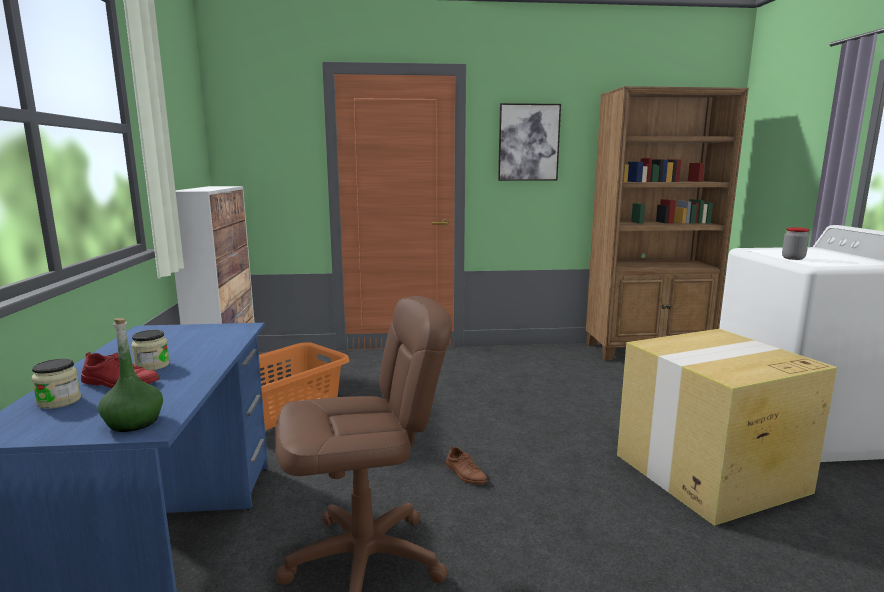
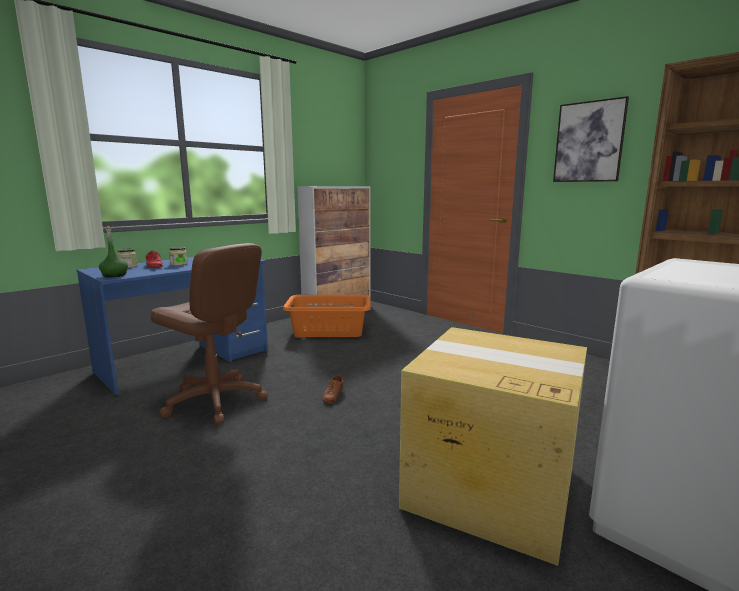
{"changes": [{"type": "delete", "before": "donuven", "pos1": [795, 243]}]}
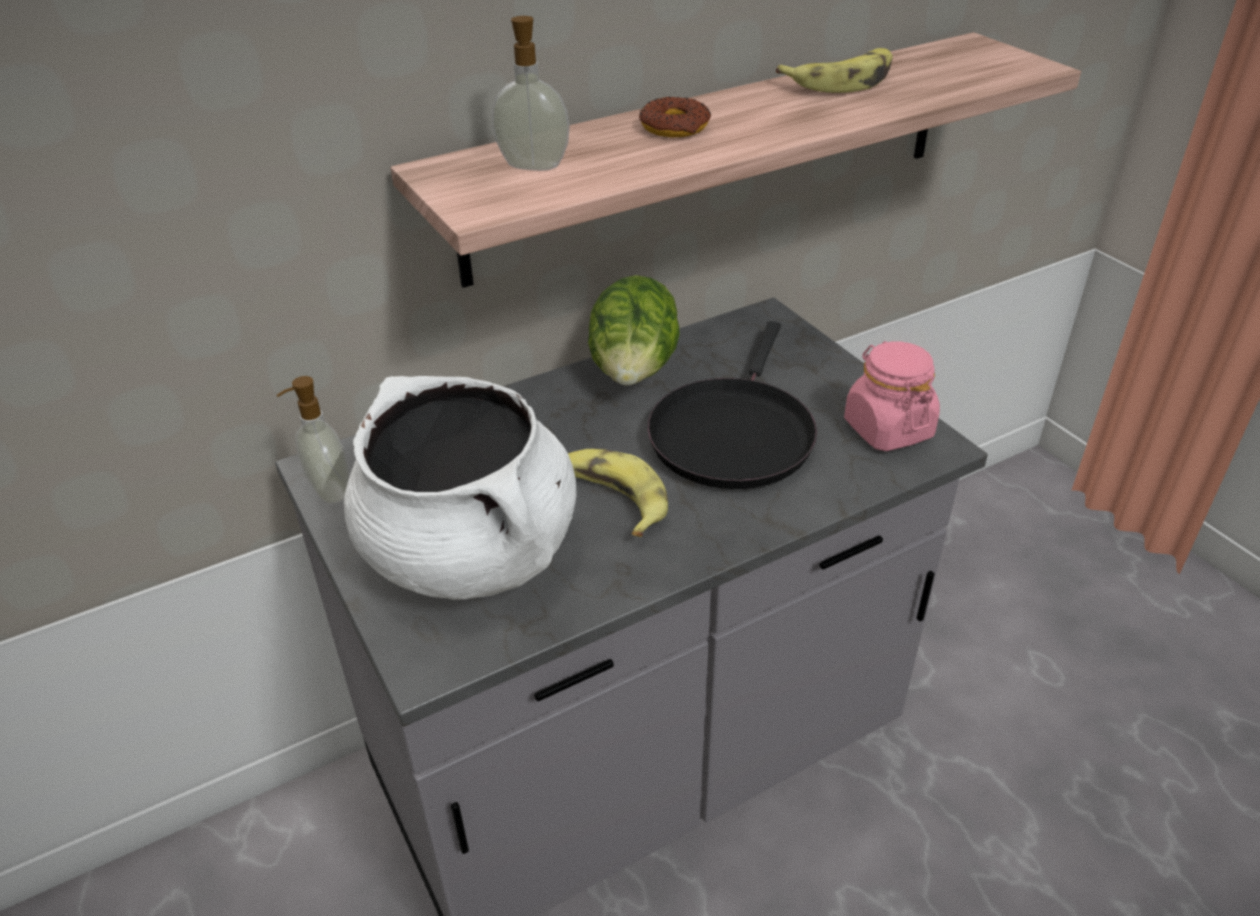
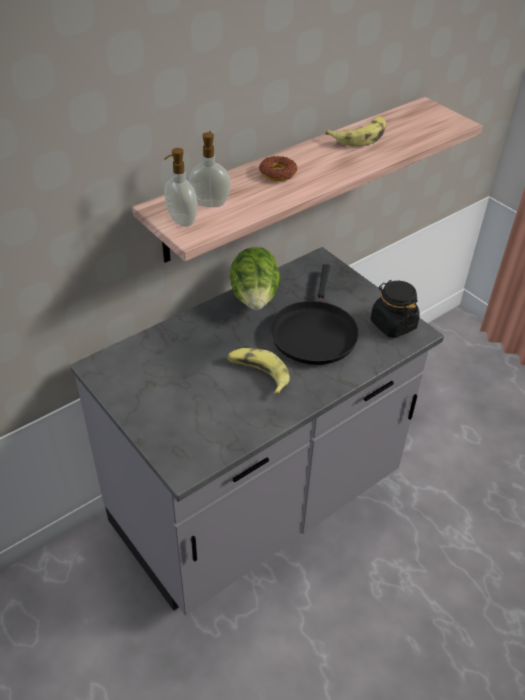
{"changes": [{"type": "move", "before": "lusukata", "pos1": [313, 440], "pos2": [180, 187]}, {"type": "delete", "before": "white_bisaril", "pos1": [460, 488]}, {"type": "recolor", "before": "pink_donuven", "after": "black_donuven", "pos1": [892, 396], "pos2": [395, 309]}]}
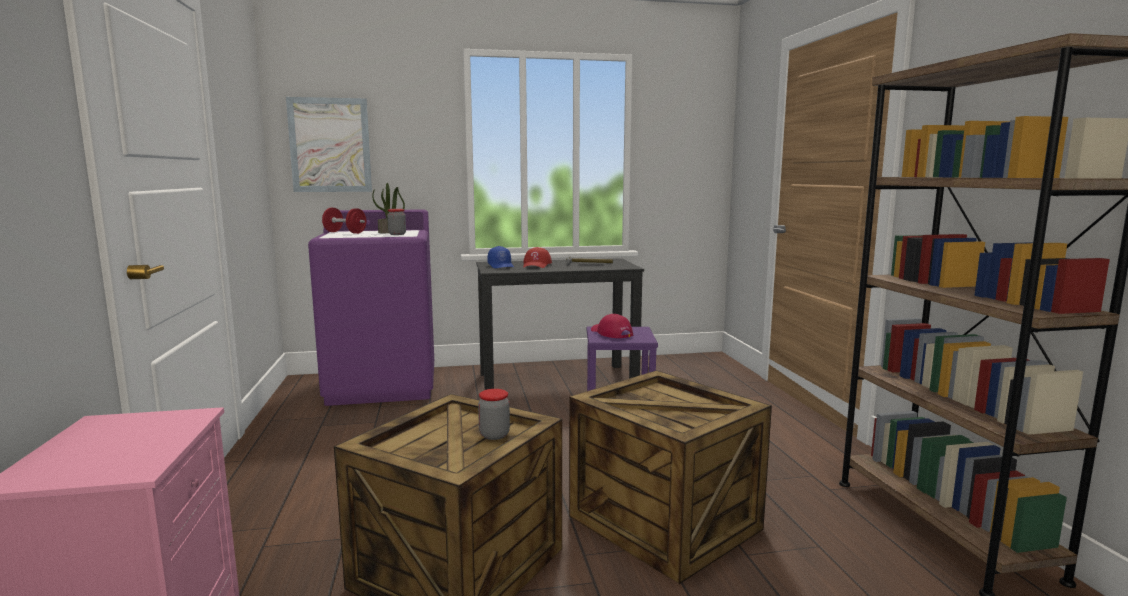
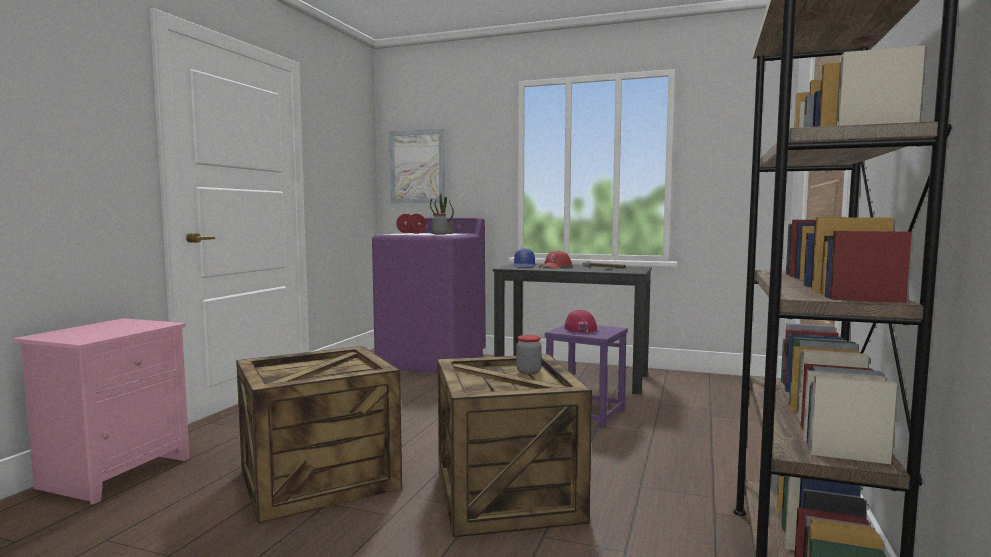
{"changes": [{"type": "move", "before": "donuven", "pos1": [494, 414], "pos2": [528, 355]}]}
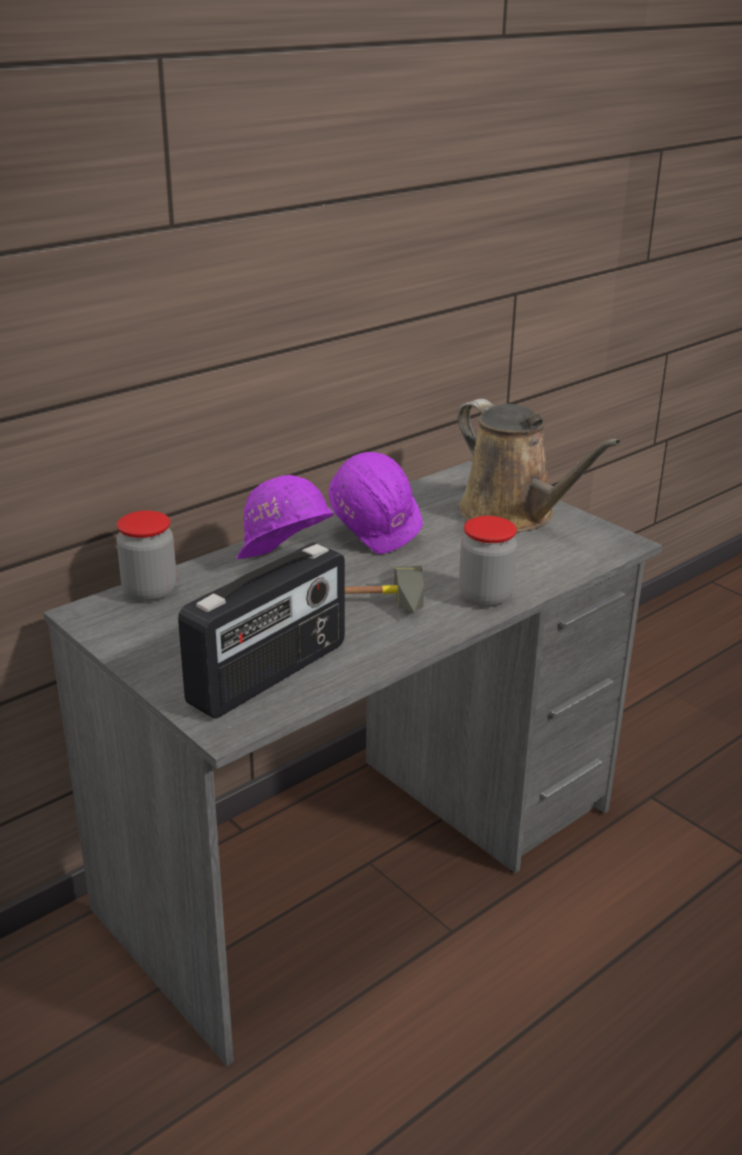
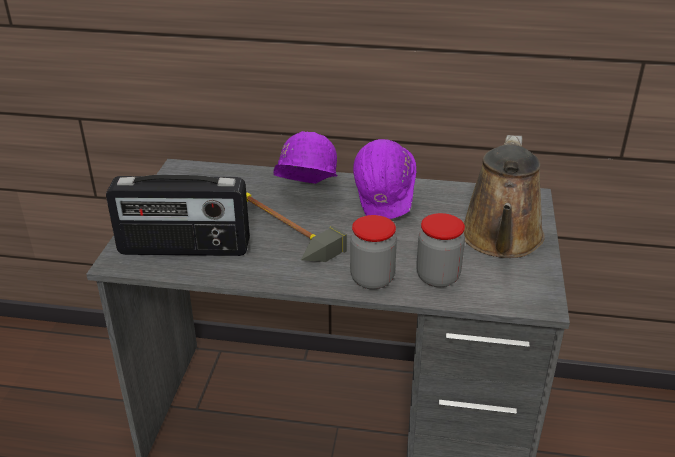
{"changes": [{"type": "move", "before": "donuven", "pos1": [146, 556], "pos2": [440, 250]}]}
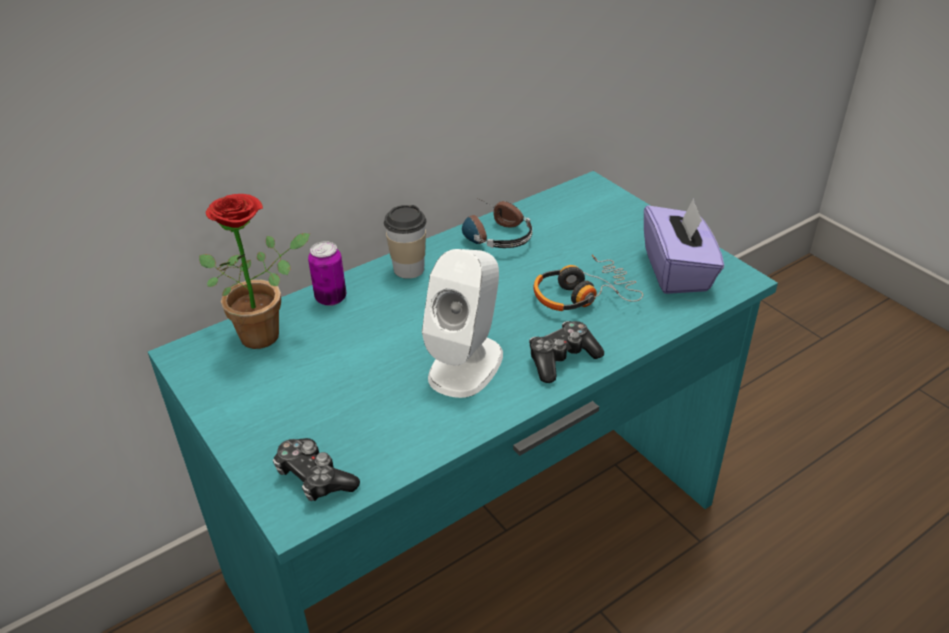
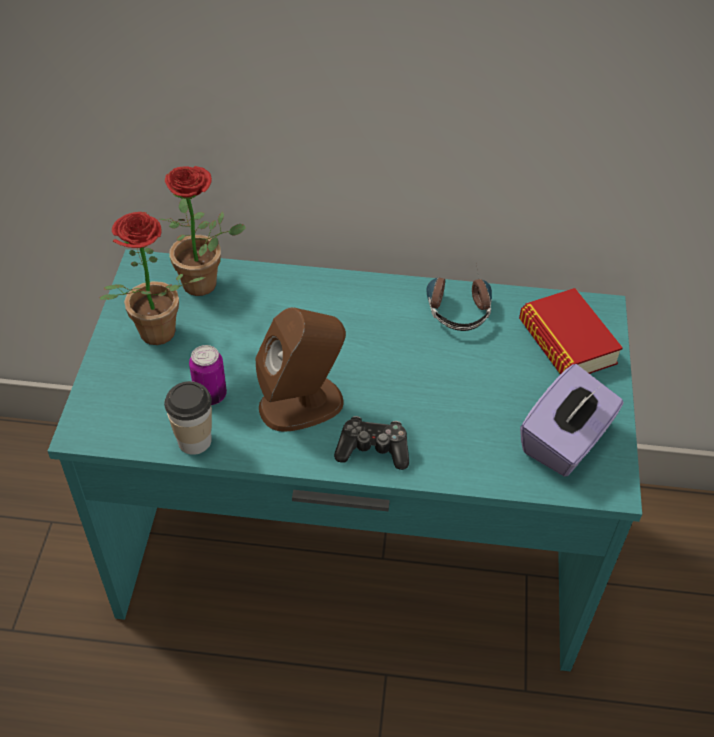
{"changes": [{"type": "delete", "before": "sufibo", "pos1": [316, 469]}, {"type": "move", "before": "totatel", "pos1": [327, 273], "pos2": [208, 375]}, {"type": "move", "before": "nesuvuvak", "pos1": [405, 242], "pos2": [188, 418]}, {"type": "recolor", "before": "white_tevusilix", "after": "brown_tevusilix", "pos1": [462, 323], "pos2": [300, 369]}, {"type": "delete", "before": "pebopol", "pos1": [588, 283]}, {"type": "insert", "after": "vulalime", "pos2": [152, 278]}, {"type": "insert", "after": "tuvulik", "pos2": [571, 331]}]}
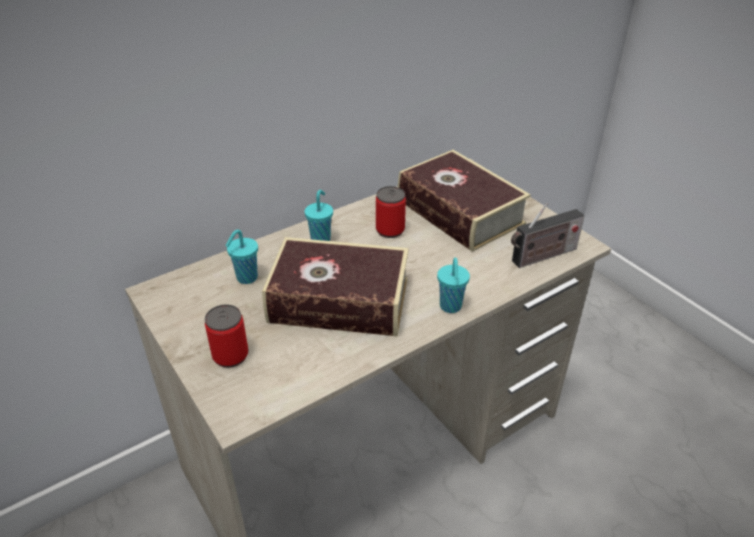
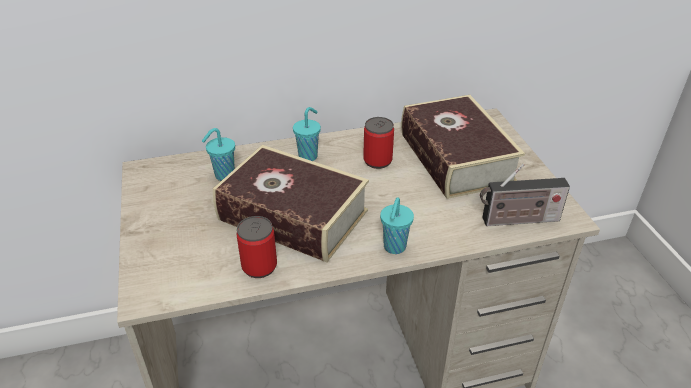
{"changes": [{"type": "move", "before": "totatel", "pos1": [226, 336], "pos2": [256, 247]}]}
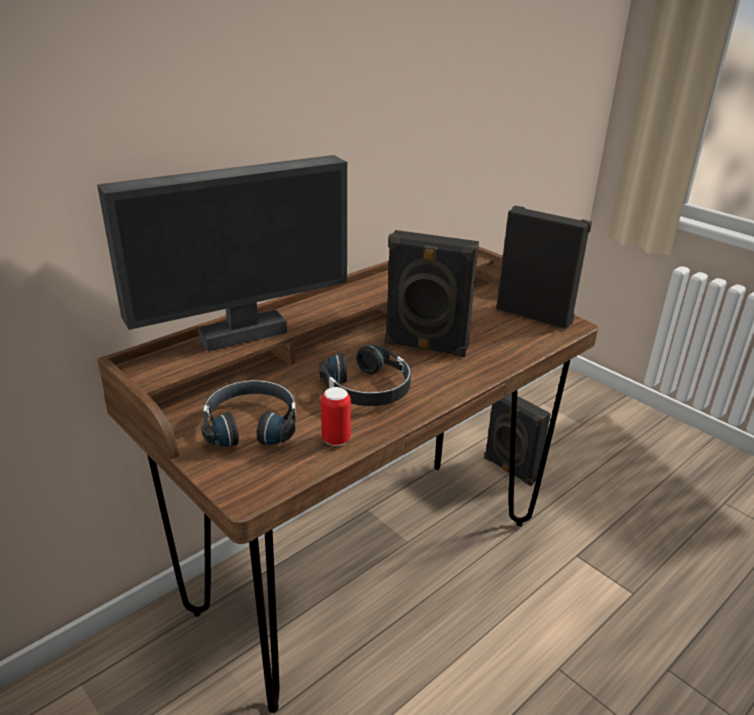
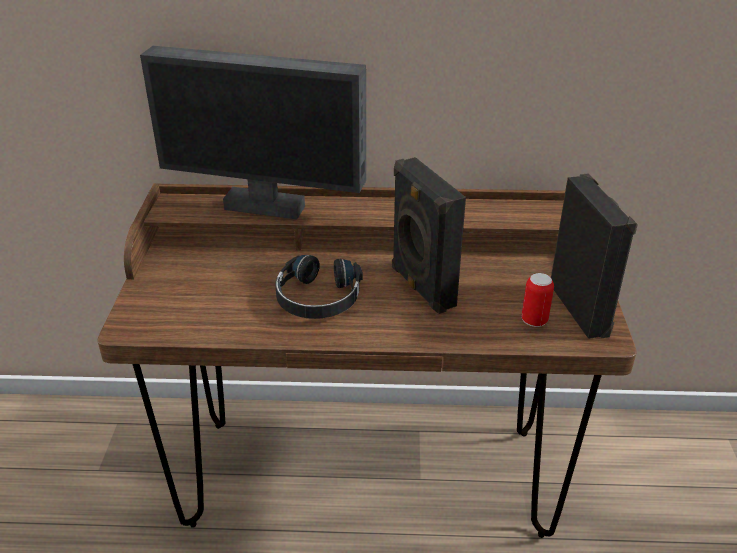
{"changes": [{"type": "delete", "before": "black_pebopol", "pos1": [248, 413]}, {"type": "move", "before": "totatel", "pos1": [336, 416], "pos2": [538, 300]}, {"type": "delete", "before": "black_tevusilix", "pos1": [517, 439]}]}
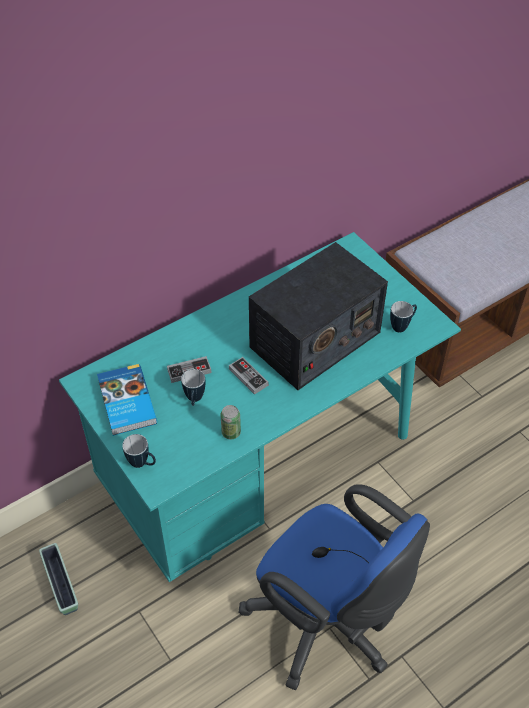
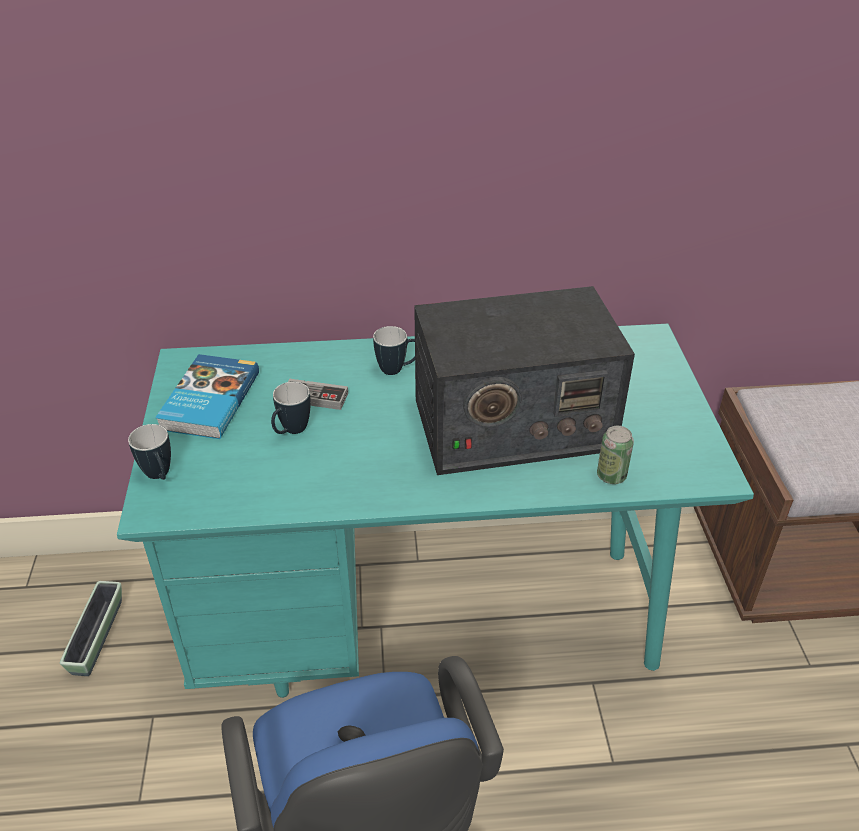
{"changes": [{"type": "move", "before": "totatel", "pos1": [231, 422], "pos2": [615, 455]}, {"type": "delete", "before": "sufibo", "pos1": [248, 376]}, {"type": "move", "before": "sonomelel", "pos1": [403, 316], "pos2": [394, 350]}]}
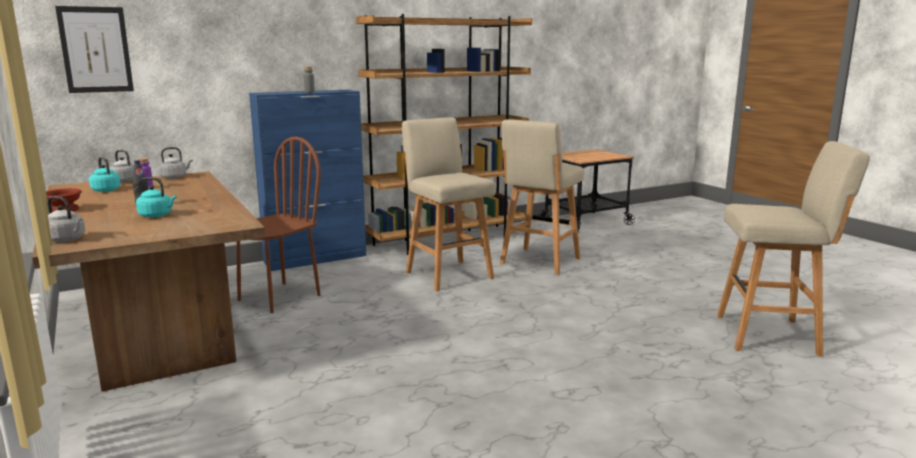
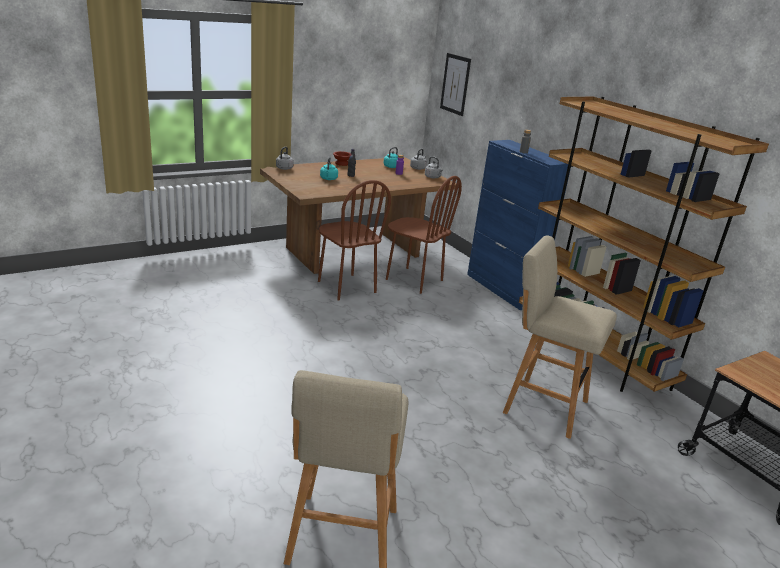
{"changes": [{"type": "delete", "before": "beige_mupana", "pos1": [449, 204]}, {"type": "insert", "after": "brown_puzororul", "pos2": [354, 240]}]}
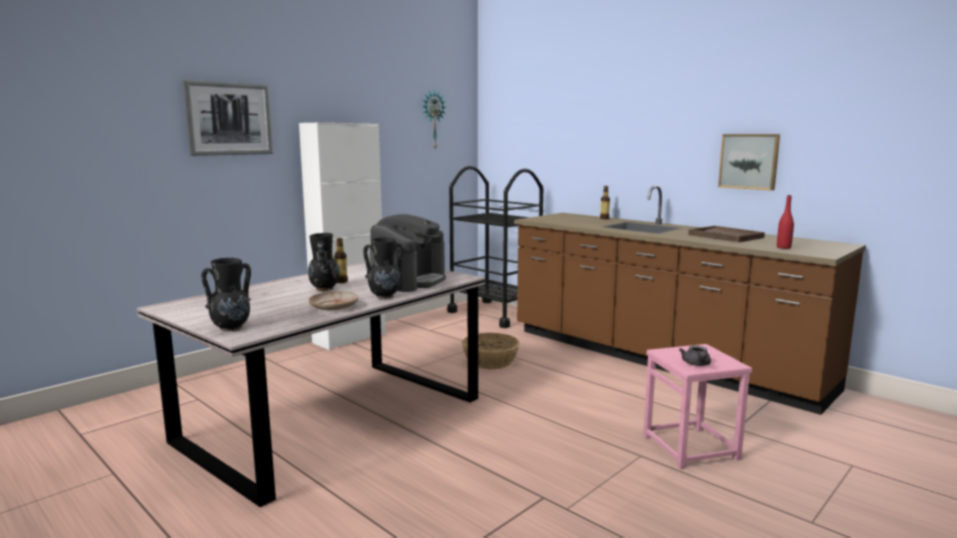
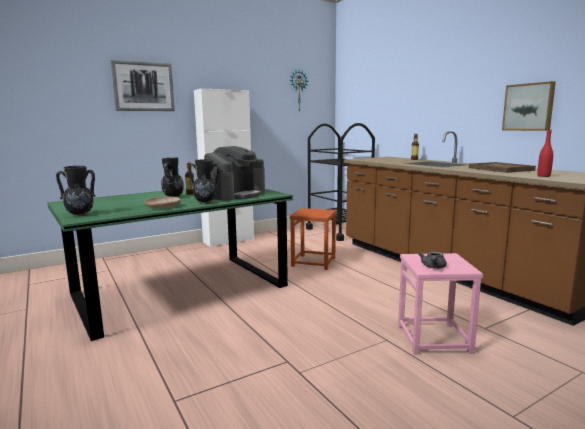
{"changes": [{"type": "recolor", "before": "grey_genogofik", "after": "green_genogofik", "pos1": [311, 384], "pos2": [170, 264]}, {"type": "replace", "before": "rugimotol", "after": "brown_mupana", "pos1": [491, 351], "pos2": [313, 239]}]}
